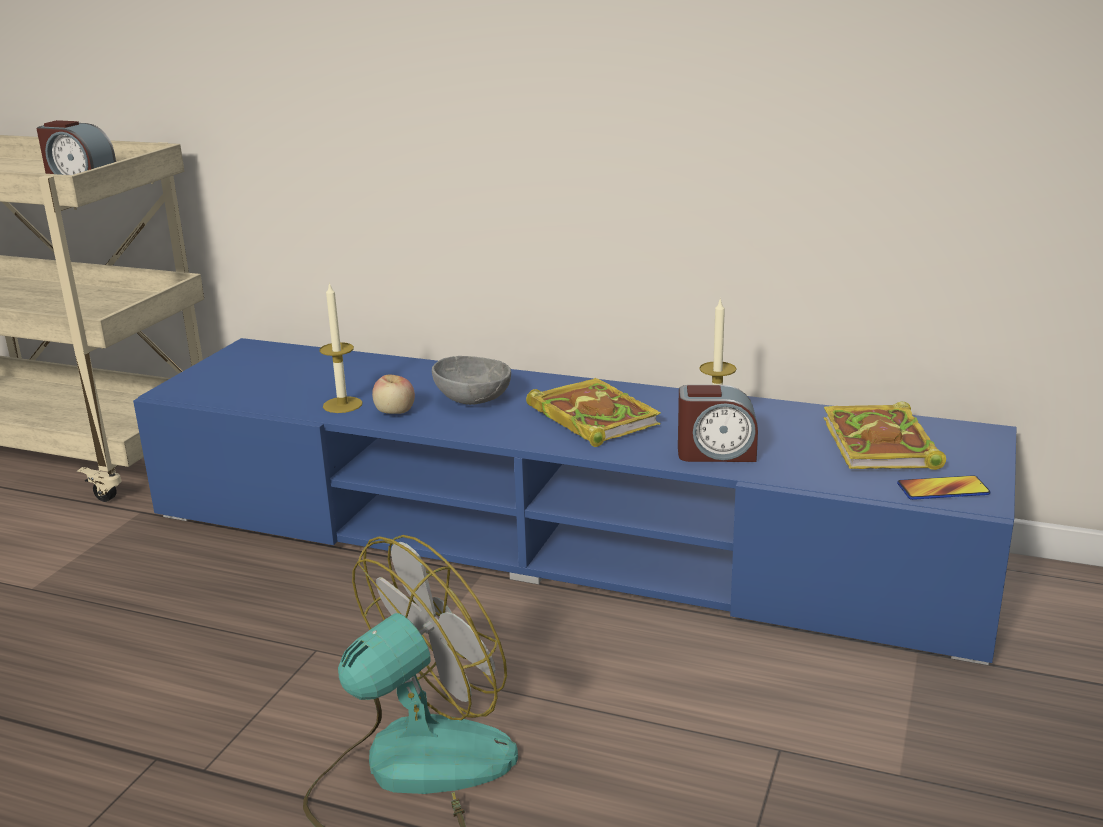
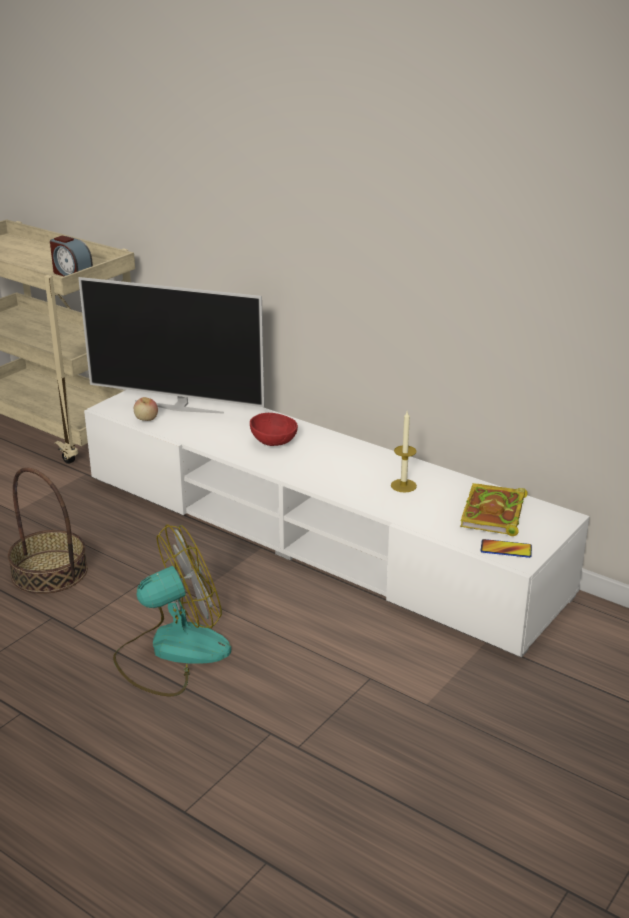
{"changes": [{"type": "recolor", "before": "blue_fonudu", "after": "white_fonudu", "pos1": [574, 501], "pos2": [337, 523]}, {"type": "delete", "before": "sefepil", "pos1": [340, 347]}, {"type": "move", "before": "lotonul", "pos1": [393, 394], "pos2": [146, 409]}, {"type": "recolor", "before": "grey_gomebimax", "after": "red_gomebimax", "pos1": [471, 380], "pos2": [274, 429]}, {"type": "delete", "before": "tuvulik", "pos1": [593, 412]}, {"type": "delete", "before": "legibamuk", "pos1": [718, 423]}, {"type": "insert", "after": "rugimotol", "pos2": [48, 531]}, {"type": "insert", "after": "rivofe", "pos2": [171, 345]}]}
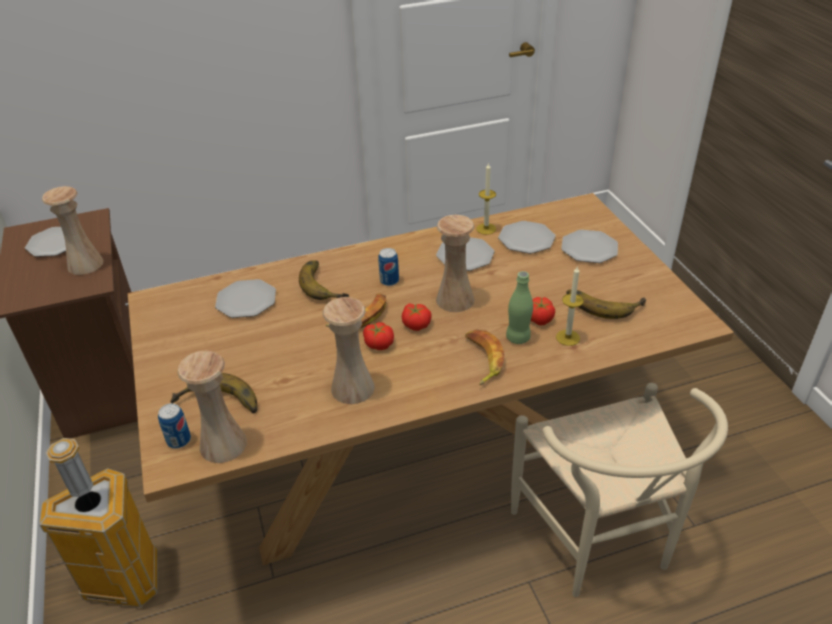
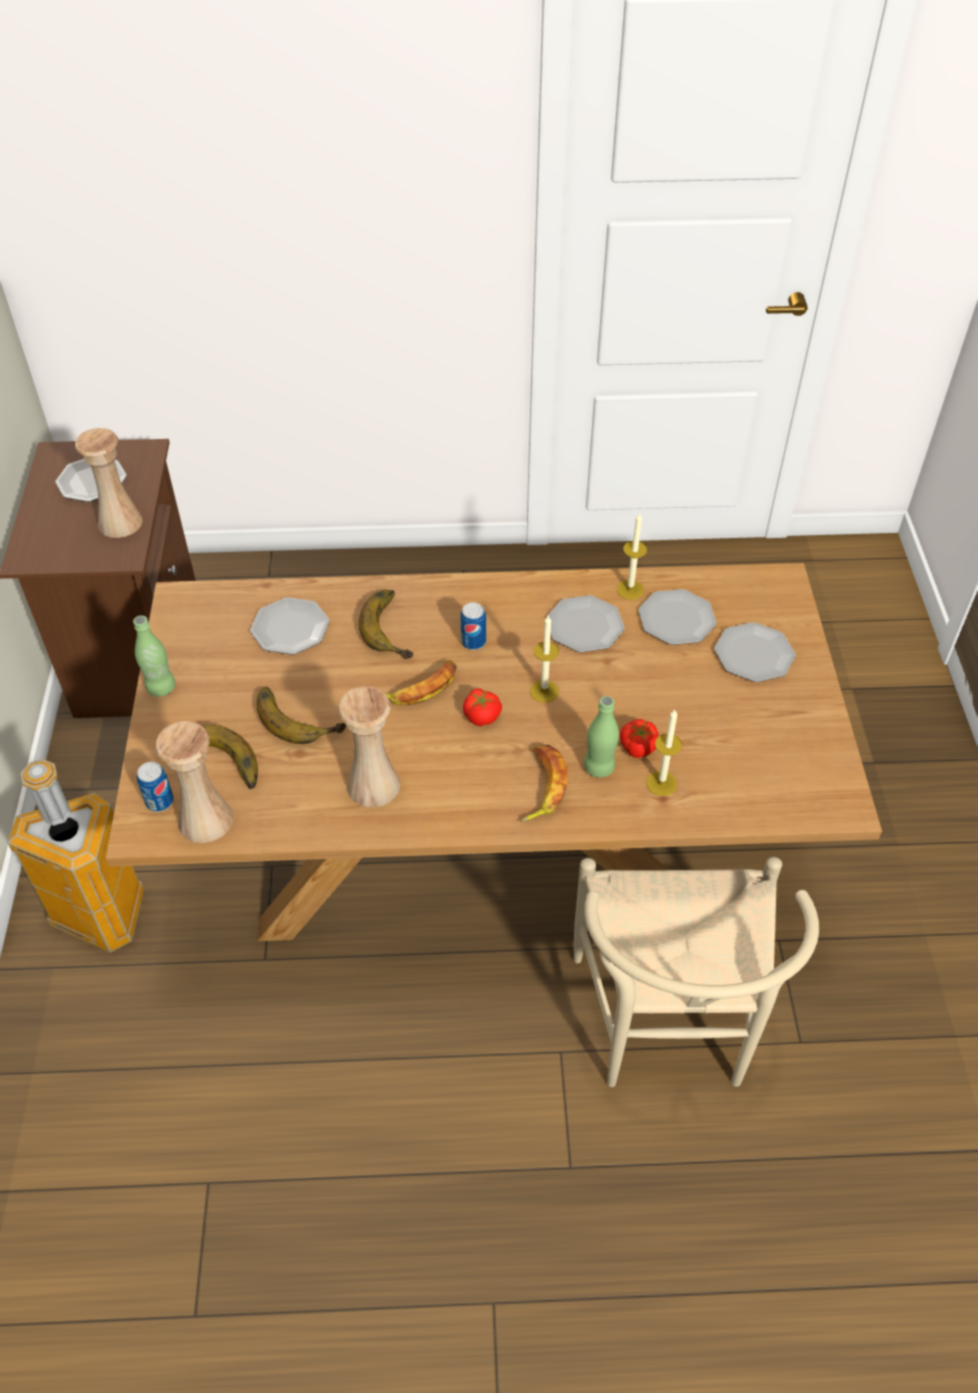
{"changes": [{"type": "delete", "before": "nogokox", "pos1": [378, 336]}, {"type": "replace", "before": "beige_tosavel", "after": "sefepil", "pos1": [455, 263], "pos2": [544, 659]}, {"type": "move", "before": "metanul", "pos1": [606, 304], "pos2": [301, 715]}, {"type": "insert", "after": "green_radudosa", "pos2": [154, 655]}]}
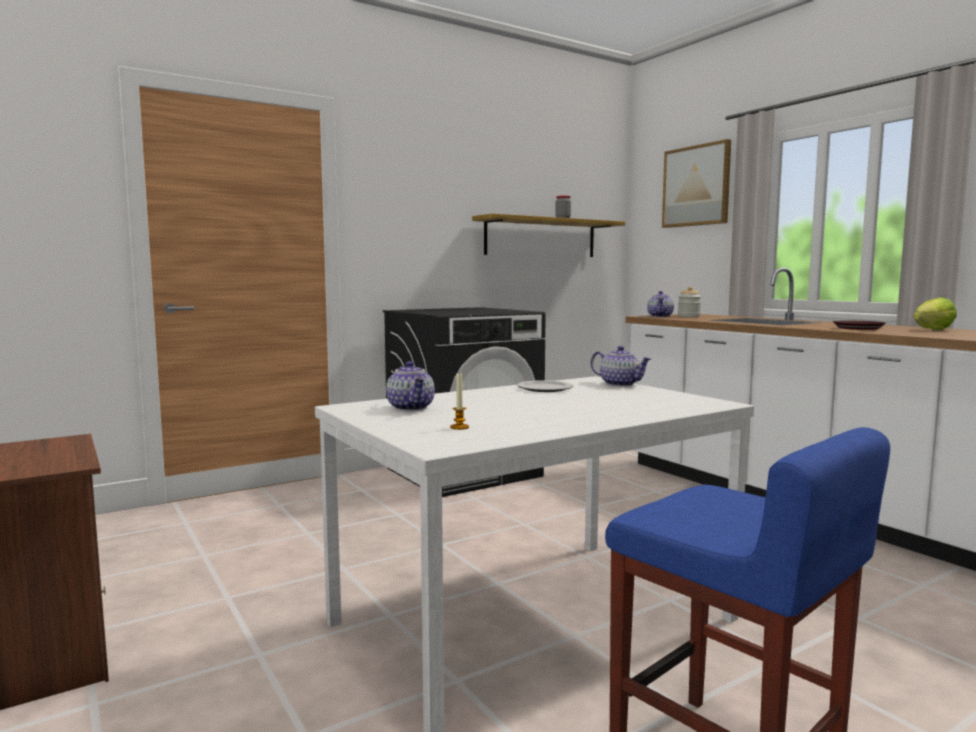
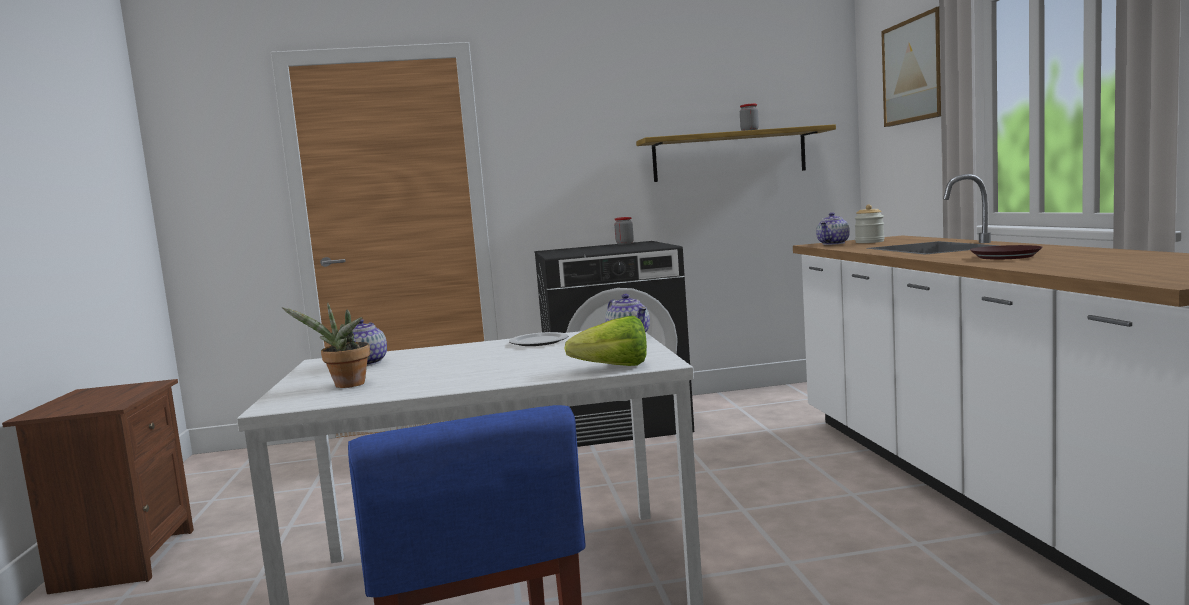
{"changes": [{"type": "replace", "before": "sefepil", "after": "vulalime", "pos1": [459, 401], "pos2": [325, 345]}, {"type": "move", "before": "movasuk", "pos1": [935, 313], "pos2": [605, 341]}, {"type": "insert", "after": "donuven", "pos2": [624, 231]}]}
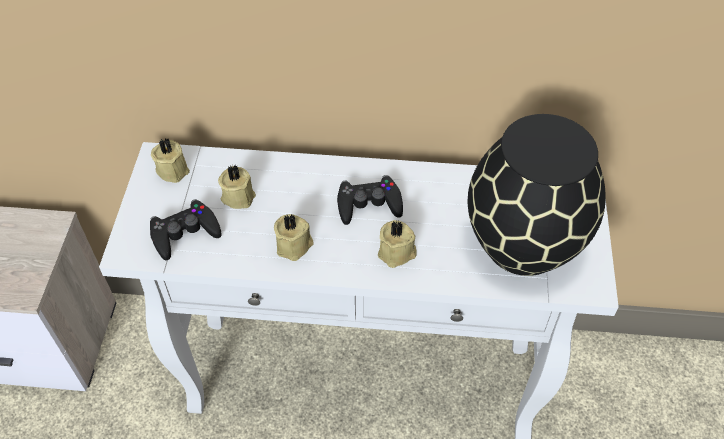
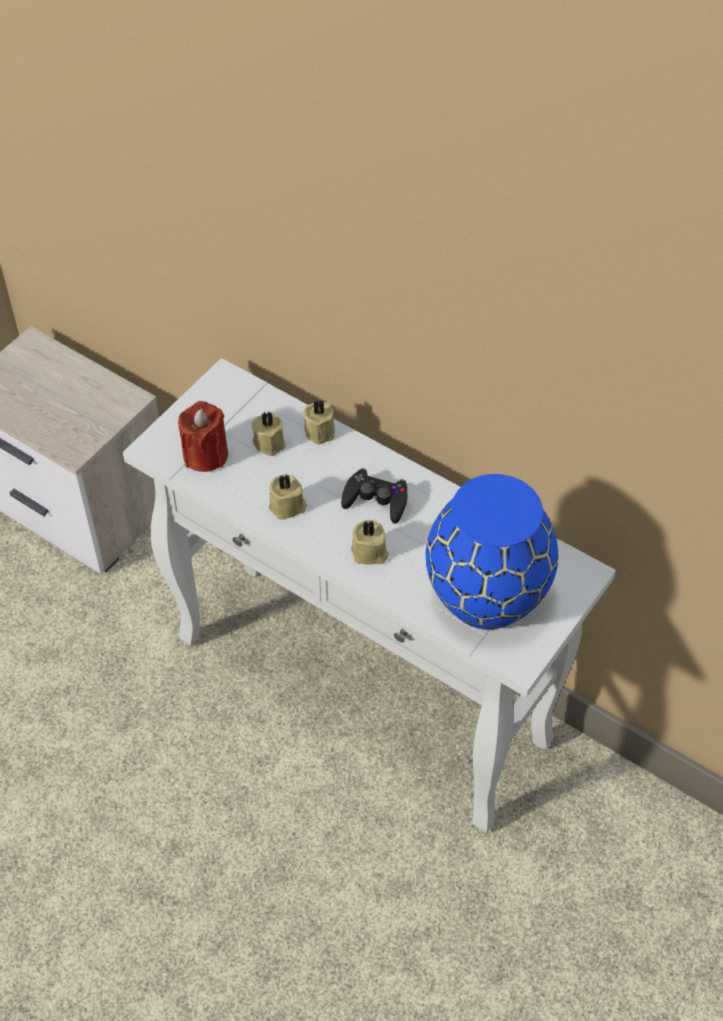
{"changes": [{"type": "replace", "before": "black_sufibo", "after": "red_sefepil", "pos1": [186, 230], "pos2": [203, 436]}, {"type": "move", "before": "beige_sefepil", "pos1": [170, 160], "pos2": [319, 422]}, {"type": "recolor", "before": "black_tosavel", "after": "blue_tosavel", "pos1": [537, 195], "pos2": [492, 552]}]}
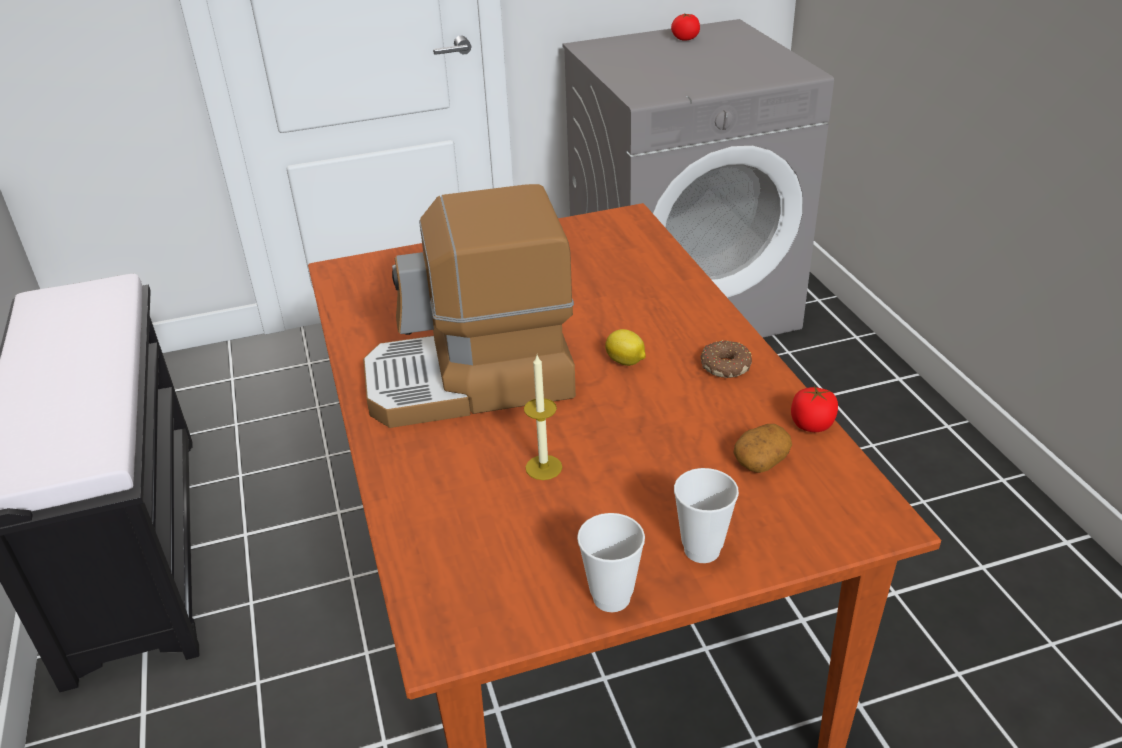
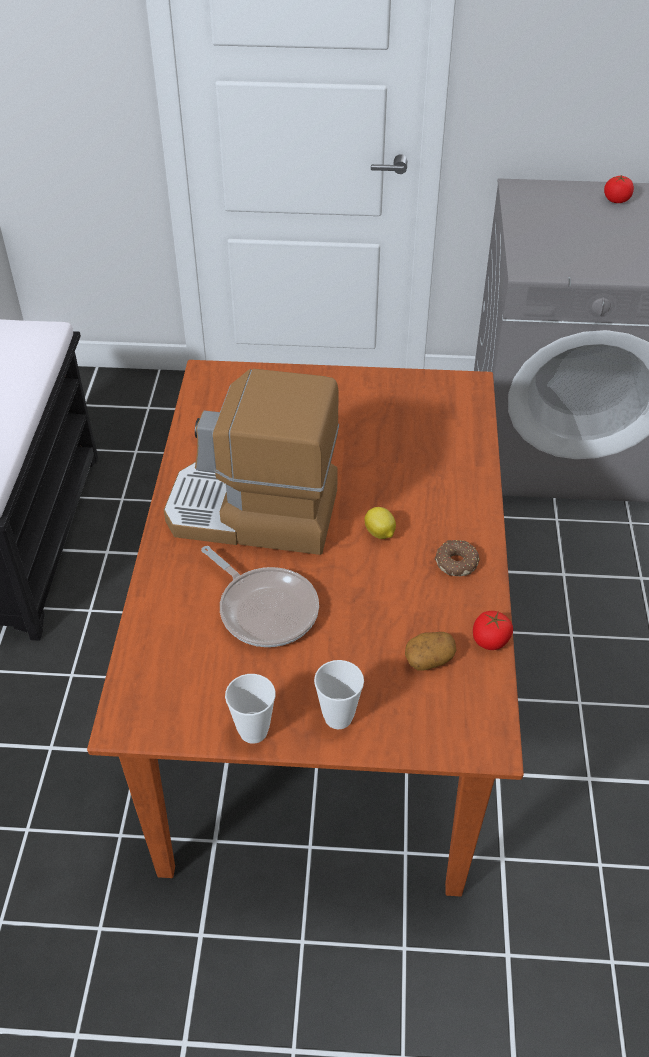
{"changes": [{"type": "replace", "before": "sefepil", "after": "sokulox", "pos1": [543, 417], "pos2": [260, 596]}]}
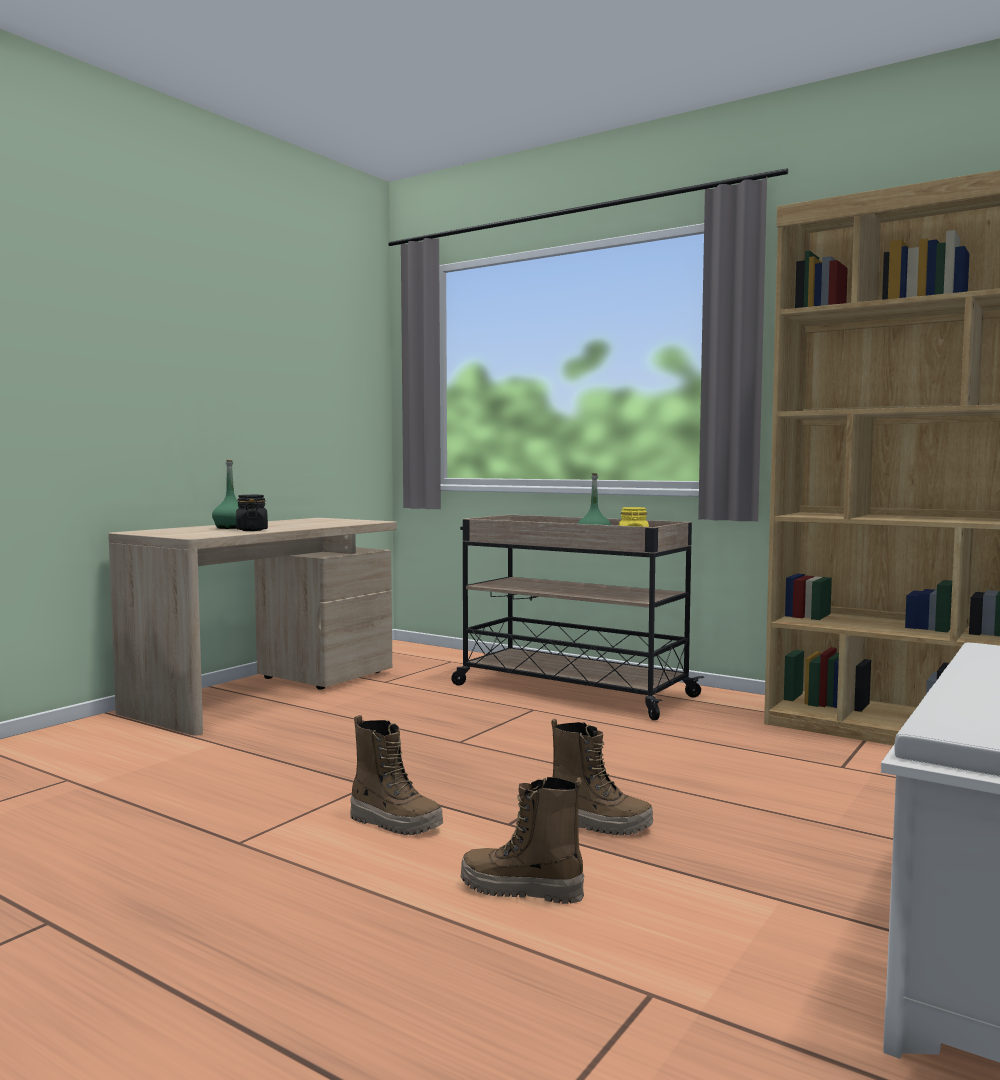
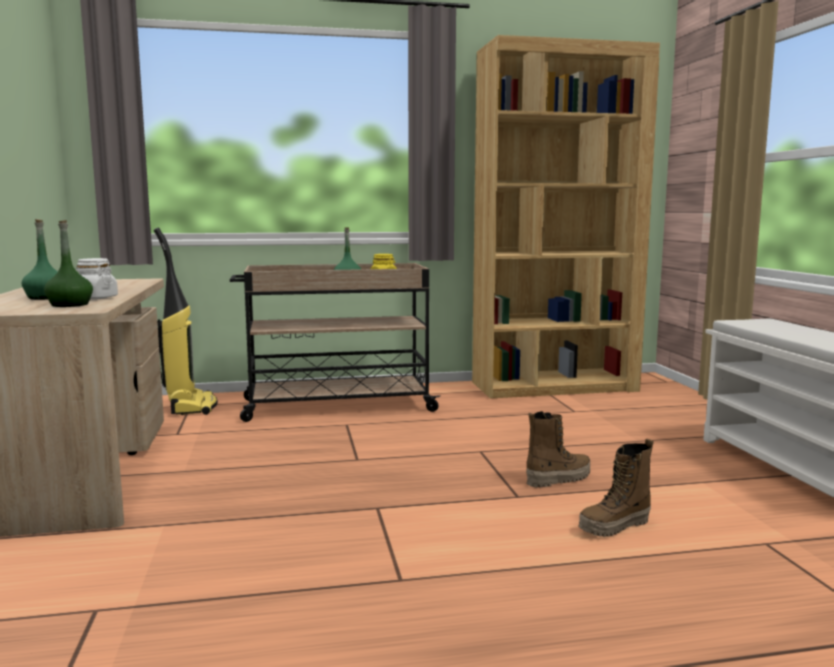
{"changes": [{"type": "recolor", "before": "black_donuven", "after": "white_donuven", "pos1": [252, 513], "pos2": [97, 279]}, {"type": "delete", "before": "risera", "pos1": [397, 775]}, {"type": "insert", "after": "green_radudosa", "pos2": [68, 263]}, {"type": "insert", "after": "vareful", "pos2": [186, 321]}]}
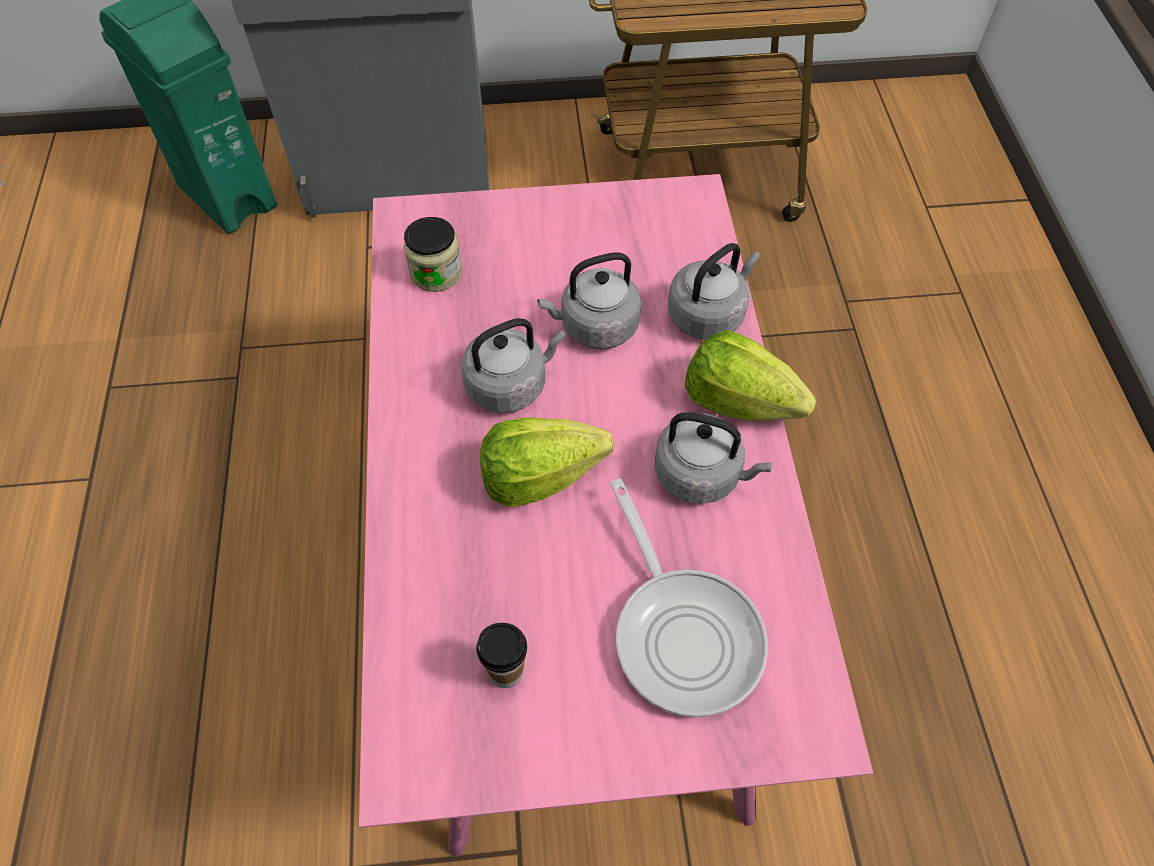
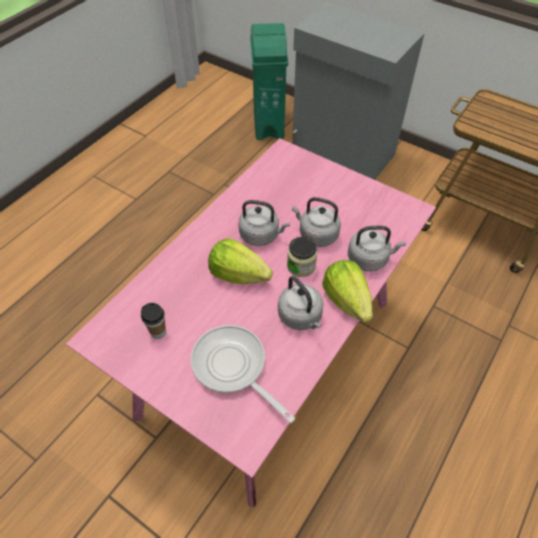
{"changes": [{"type": "move", "before": "donuven", "pos1": [433, 254], "pos2": [302, 257]}, {"type": "rotate", "before": "sokulox", "pos1": [689, 597], "pos2": [243, 374], "turn": 120}]}
